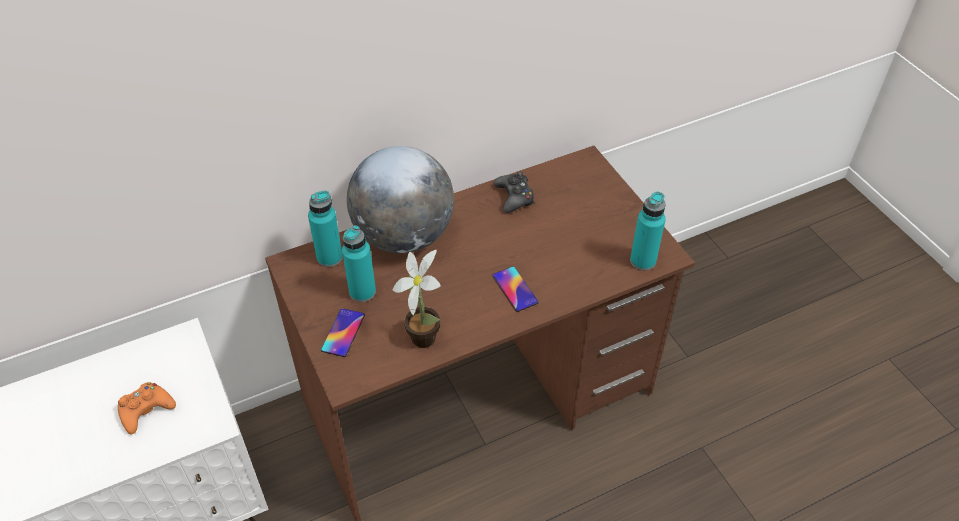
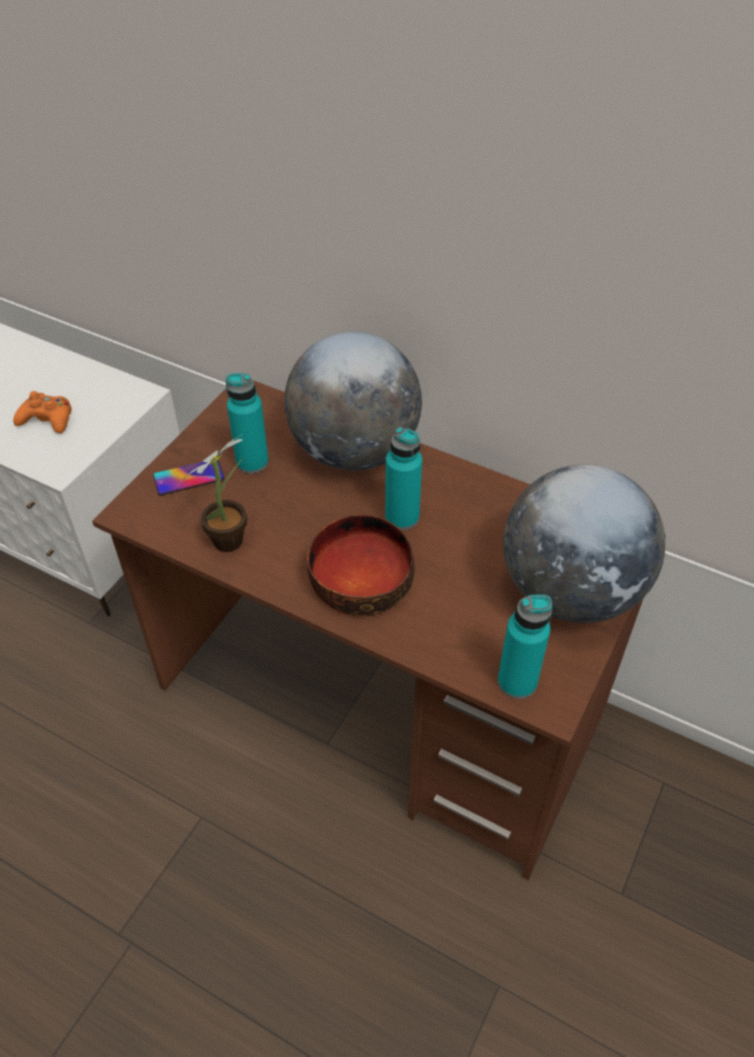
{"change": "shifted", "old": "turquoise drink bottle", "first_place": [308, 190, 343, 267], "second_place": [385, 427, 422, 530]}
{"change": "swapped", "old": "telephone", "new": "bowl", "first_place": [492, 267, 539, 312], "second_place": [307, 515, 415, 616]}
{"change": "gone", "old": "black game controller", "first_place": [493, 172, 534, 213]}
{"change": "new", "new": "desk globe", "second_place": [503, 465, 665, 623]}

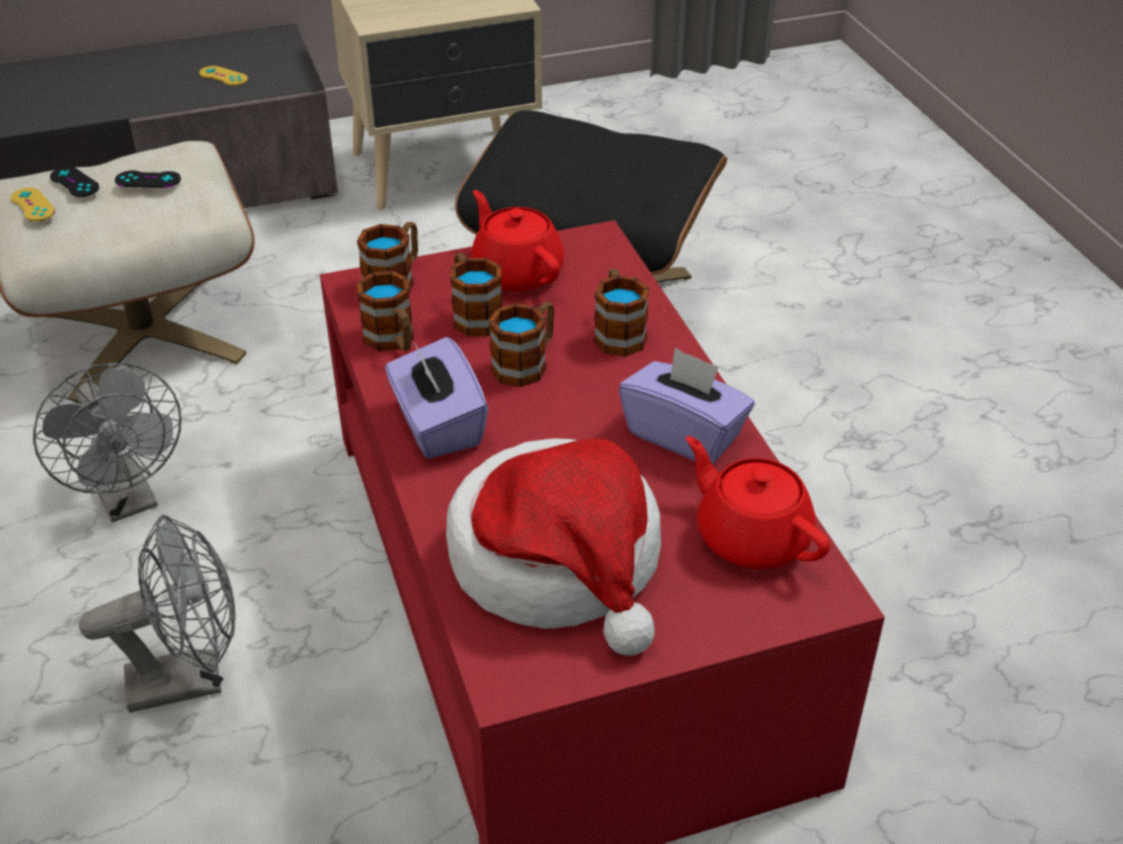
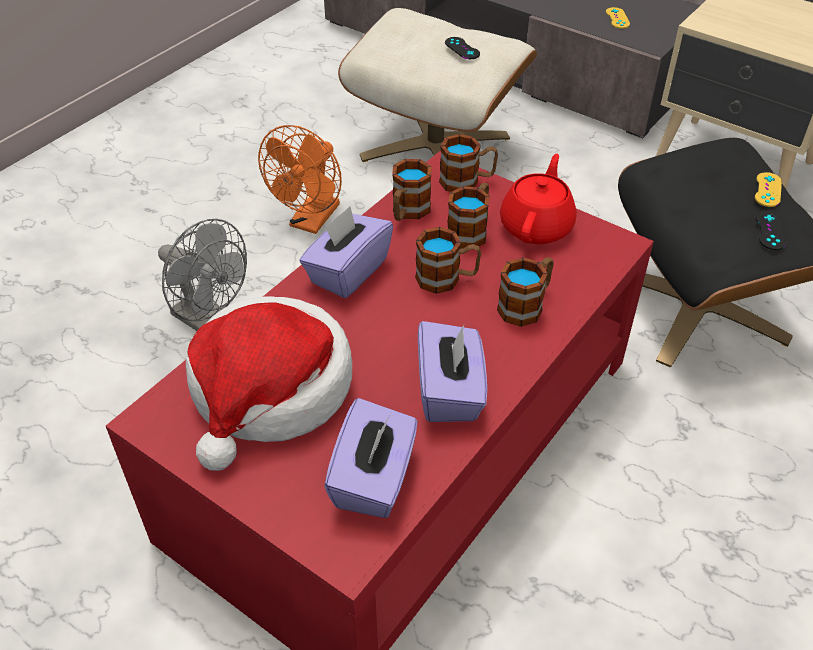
{"change": "shifted", "old": "yellowish game controller", "first_place": [11, 188, 55, 221], "second_place": [755, 172, 782, 207]}
{"change": "repainted", "old": "gray fan", "new": "orange-coloured fan", "first_place": [33, 363, 182, 522], "second_place": [258, 125, 342, 234]}
{"change": "shifted", "old": "black game controller", "first_place": [50, 167, 99, 197], "second_place": [756, 211, 787, 250]}
{"change": "swapped", "old": "red tea pot", "new": "purple-coloured tissue box", "first_place": [686, 436, 830, 569], "second_place": [324, 398, 417, 518]}

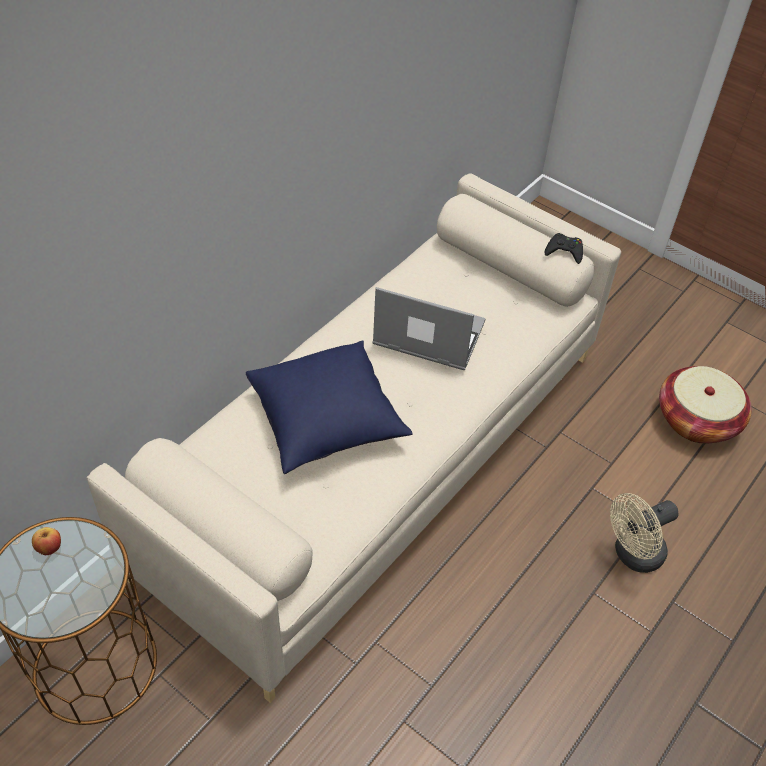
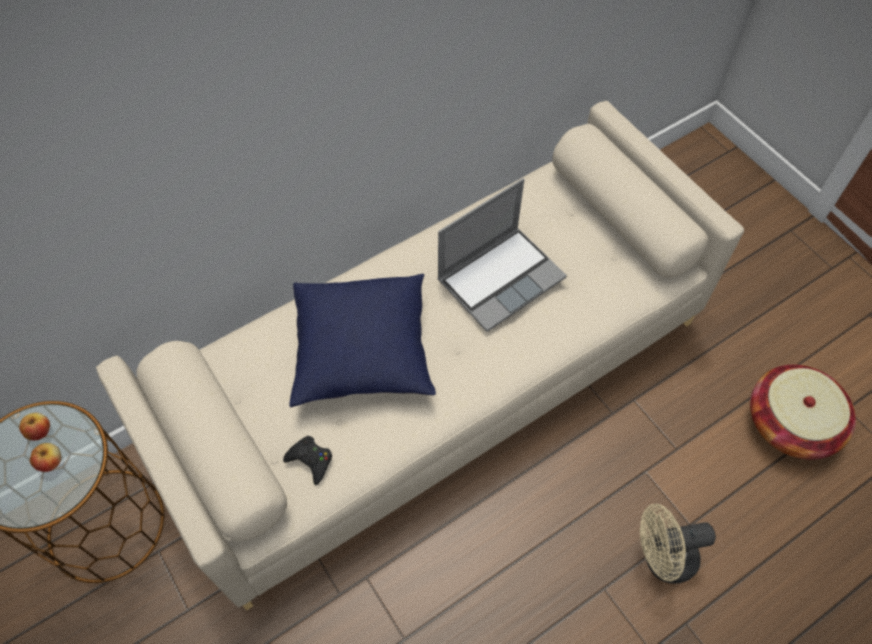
{"change": "rotated", "old": "portable computer", "first_place": [372, 287, 486, 370], "second_place": [437, 178, 567, 332], "degrees": 105}
{"change": "shifted", "old": "black game controller", "first_place": [544, 233, 583, 264], "second_place": [283, 436, 333, 485]}
{"change": "new", "new": "apple fruit", "second_place": [30, 443, 61, 472]}

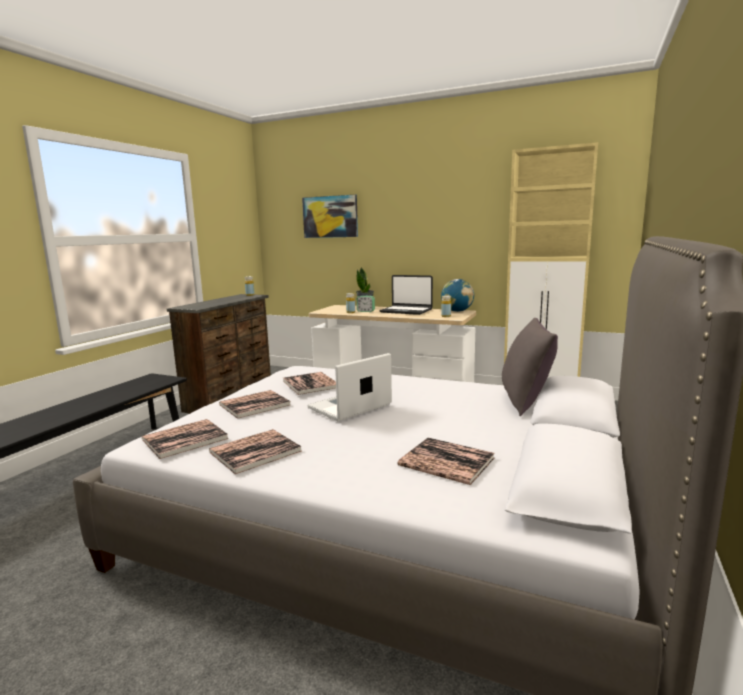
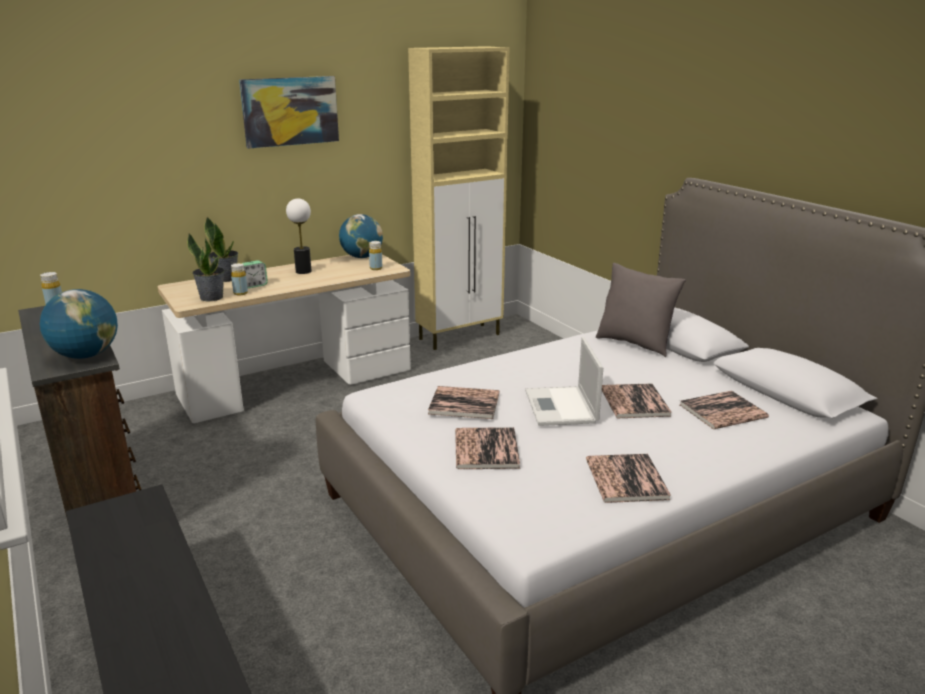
{"change": "shifted", "old": "book", "first_place": [142, 419, 229, 459], "second_place": [602, 383, 671, 418]}
{"change": "shifted", "old": "wall picture", "first_place": [302, 195, 358, 238], "second_place": [239, 76, 339, 149]}
{"change": "swapped", "old": "portable computer", "new": "lamp for a table", "first_place": [380, 275, 433, 315], "second_place": [286, 198, 312, 274]}
{"change": "new", "new": "desk globe", "second_place": [40, 289, 118, 359]}
{"change": "new", "new": "houseplant", "second_place": [187, 233, 224, 301]}

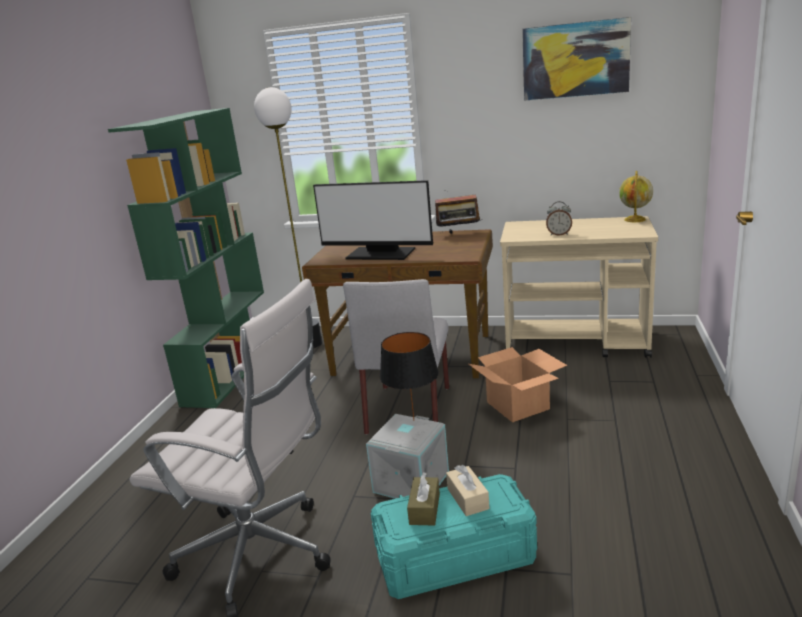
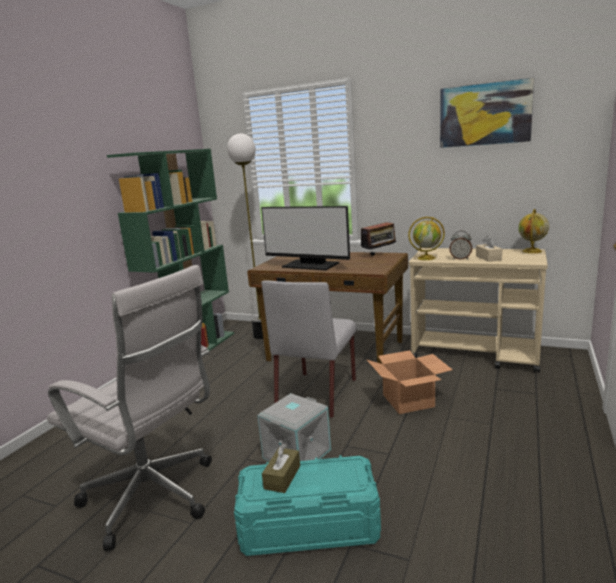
{"change": "gone", "old": "black lamp for a table", "first_place": [380, 332, 439, 420]}
{"change": "rotated", "old": "radio", "first_place": [431, 194, 481, 234], "second_place": [361, 218, 398, 256], "degrees": -45}
{"change": "shifted", "old": "beige-coloured tissue box", "first_place": [446, 465, 490, 516], "second_place": [476, 236, 502, 262]}
{"change": "new", "new": "desk globe", "second_place": [408, 217, 445, 260]}

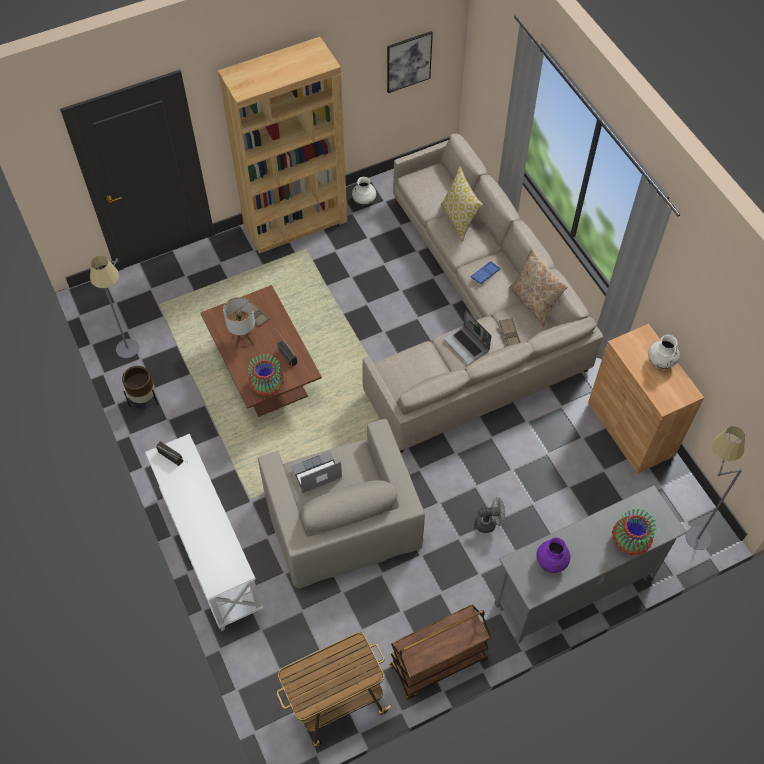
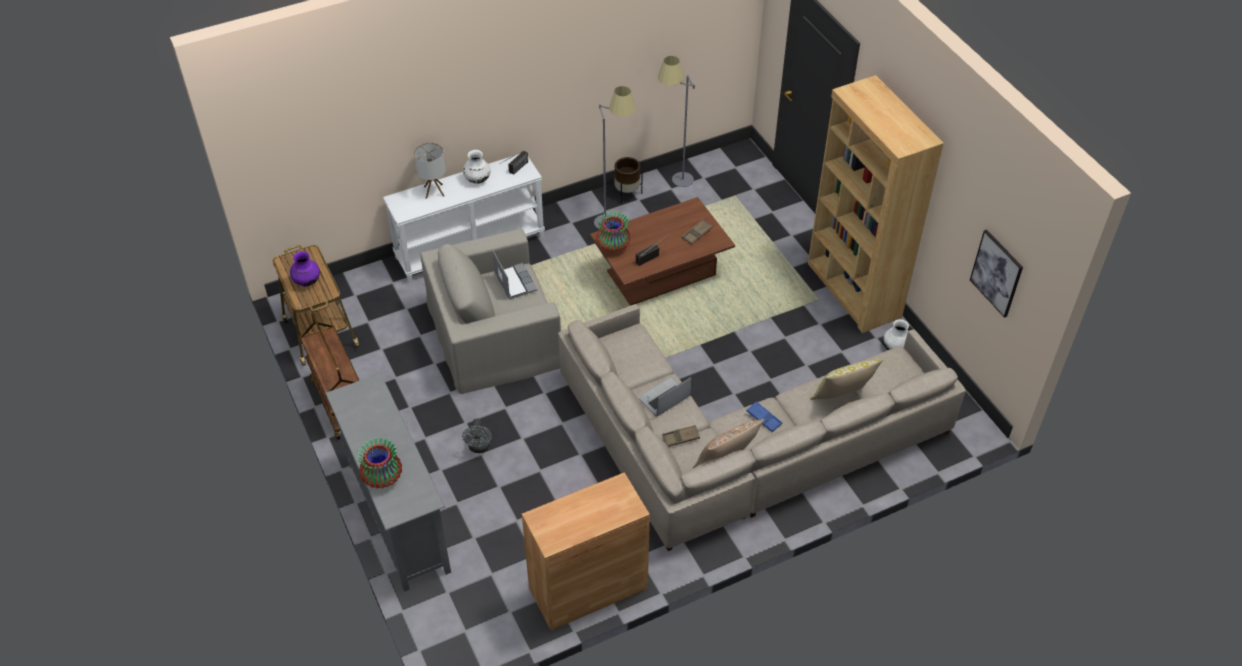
{"change": "shifted", "old": "lamp for a table", "first_place": [223, 297, 255, 348], "second_place": [414, 142, 446, 199]}
{"change": "shifted", "old": "purple-coloured vase", "first_place": [536, 537, 570, 573], "second_place": [290, 251, 320, 287]}
{"change": "shifted", "old": "white-coloured vase", "first_place": [648, 335, 680, 369], "second_place": [463, 150, 490, 184]}
{"change": "shifted", "old": "gray standard lamp", "first_place": [686, 426, 745, 550], "second_place": [594, 86, 636, 229]}

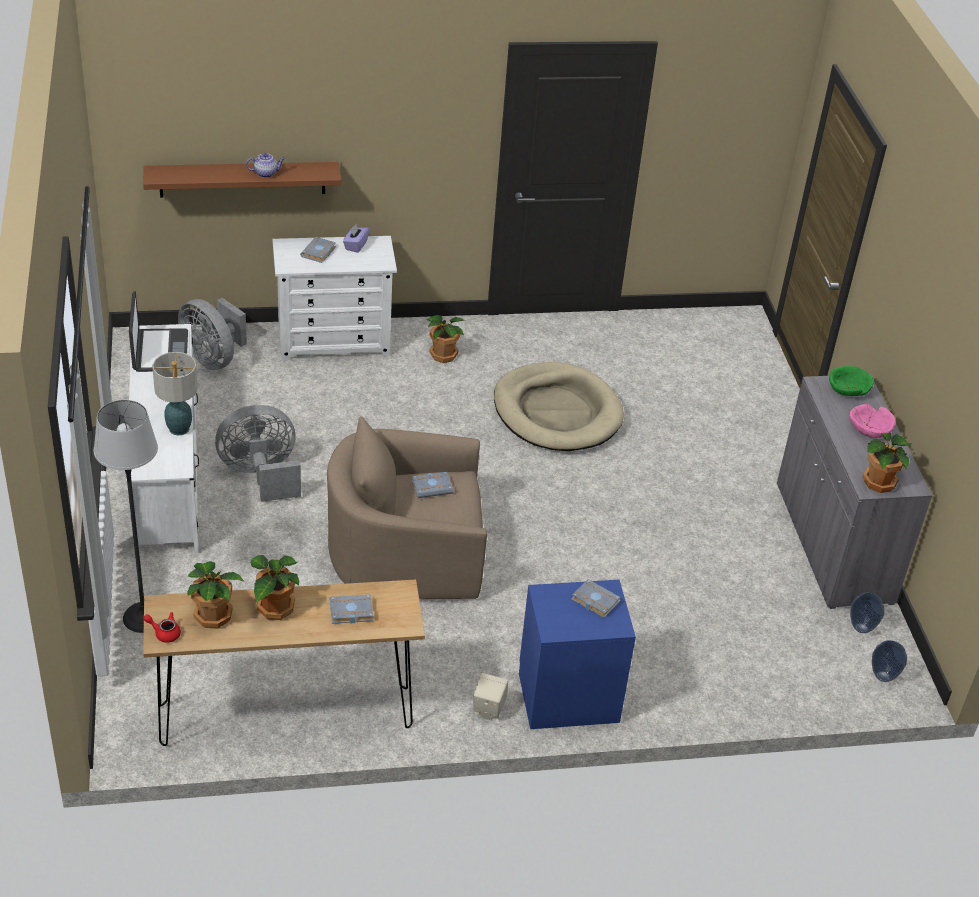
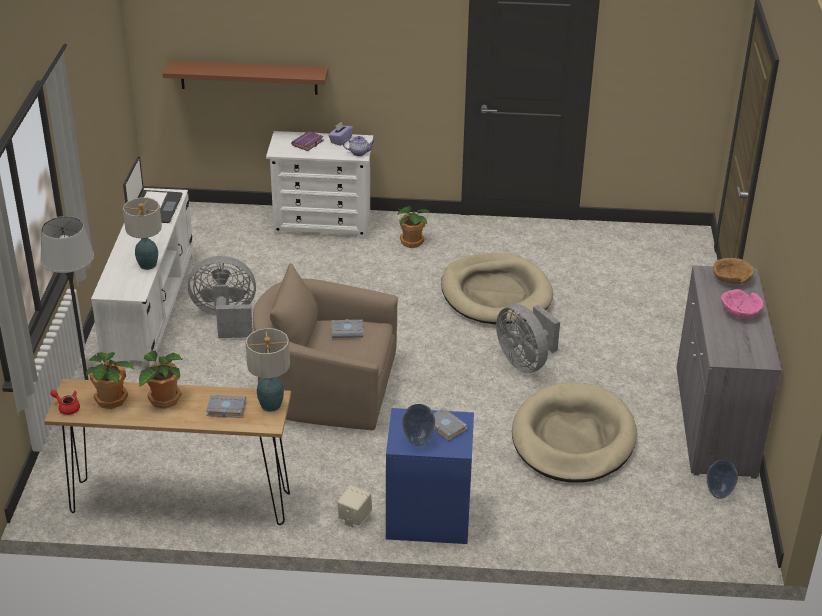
{"change": "shifted", "old": "gray fan", "first_place": [178, 298, 247, 370], "second_place": [496, 304, 560, 373]}
{"change": "shifted", "old": "tea pot", "first_place": [246, 153, 285, 178], "second_place": [343, 136, 375, 156]}
{"change": "repainted", "old": "gray book", "new": "purple-coloured book", "first_place": [300, 237, 336, 263], "second_place": [291, 131, 324, 151]}
{"change": "repainted", "old": "green bowl", "new": "brown-coloured bowl", "first_place": [829, 366, 874, 396], "second_place": [713, 258, 755, 284]}
{"change": "gone", "old": "houseplant", "first_place": [862, 433, 910, 493]}
{"change": "shifted", "old": "vase", "first_place": [872, 640, 907, 682], "second_place": [402, 404, 435, 446]}
{"change": "new", "new": "lamp for a table", "second_place": [246, 328, 290, 412]}
{"change": "new", "new": "beige-coloured pet bed", "second_place": [512, 383, 637, 483]}

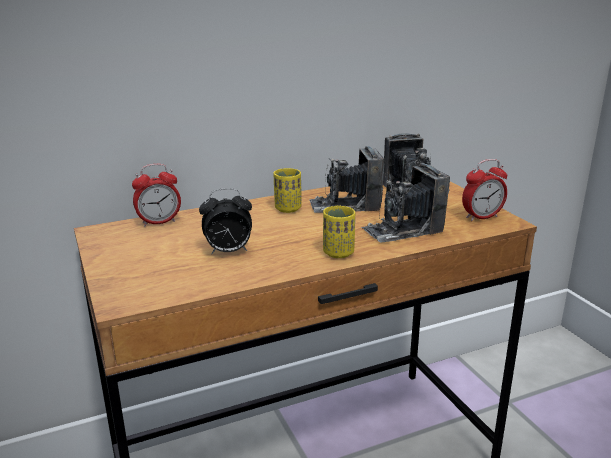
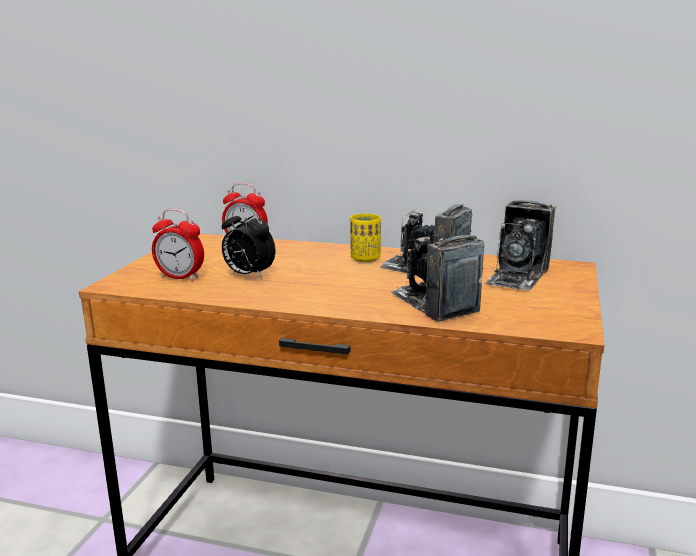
{"change": "gone", "old": "yellowish drinking cup", "first_place": [323, 206, 355, 258]}
{"change": "rotated", "old": "still camera", "first_place": [361, 163, 450, 243], "second_place": [391, 235, 484, 322], "degrees": 45}
{"change": "shifted", "old": "bedside clock", "first_place": [462, 159, 507, 221], "second_place": [152, 209, 204, 281]}

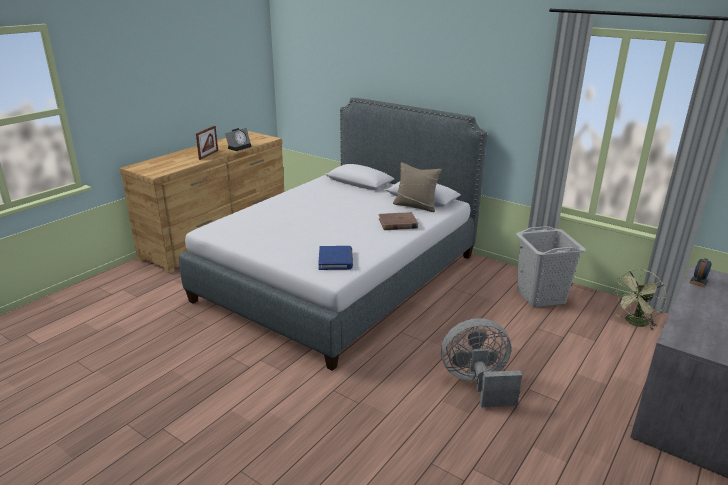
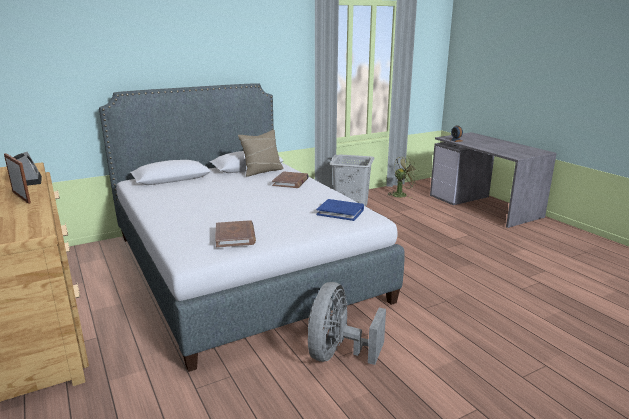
{"change": "shifted", "old": "gray fan", "first_place": [441, 318, 522, 407], "second_place": [308, 282, 386, 365]}
{"change": "rotated", "old": "green fan", "first_place": [613, 269, 667, 330], "second_place": [388, 156, 418, 198], "degrees": -105}
{"change": "new", "new": "brown-coloured book", "second_place": [216, 220, 256, 248]}

